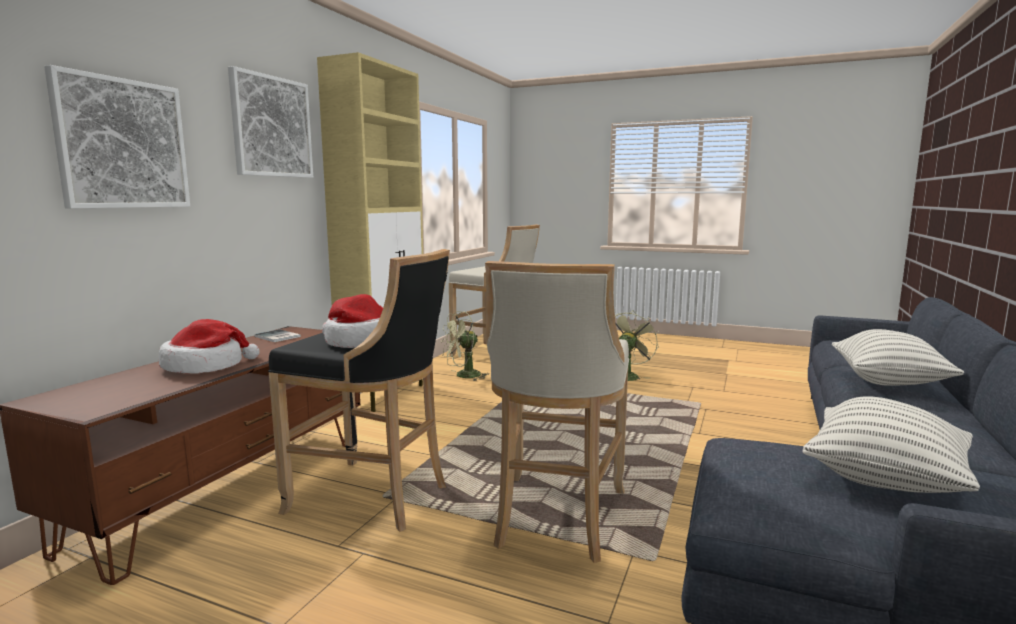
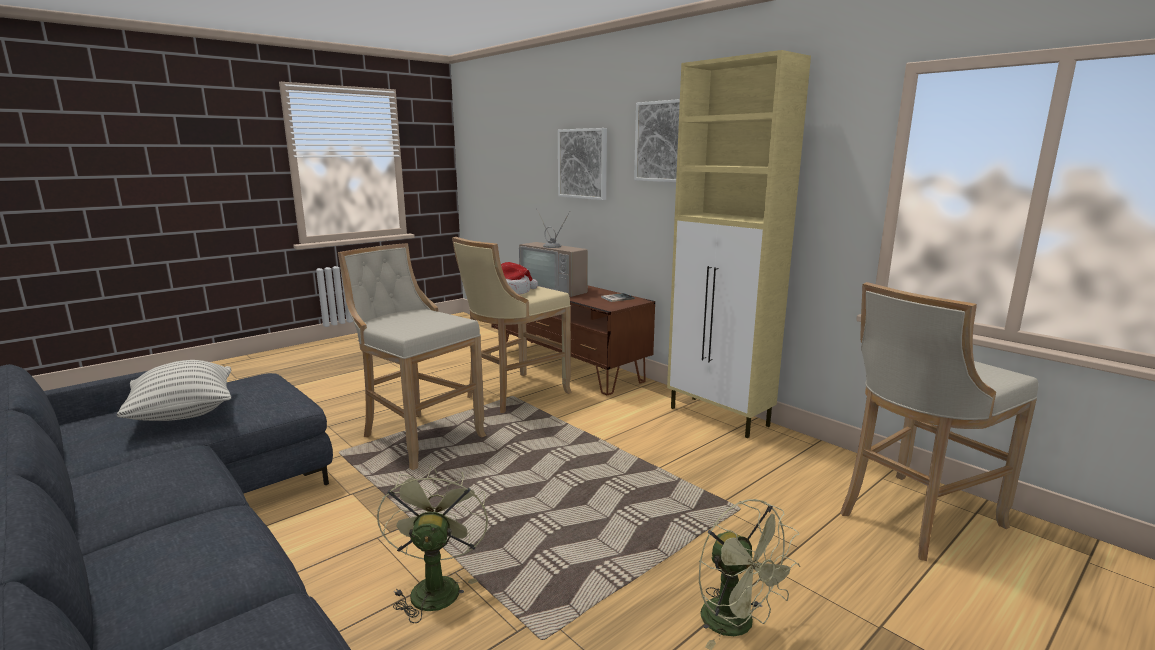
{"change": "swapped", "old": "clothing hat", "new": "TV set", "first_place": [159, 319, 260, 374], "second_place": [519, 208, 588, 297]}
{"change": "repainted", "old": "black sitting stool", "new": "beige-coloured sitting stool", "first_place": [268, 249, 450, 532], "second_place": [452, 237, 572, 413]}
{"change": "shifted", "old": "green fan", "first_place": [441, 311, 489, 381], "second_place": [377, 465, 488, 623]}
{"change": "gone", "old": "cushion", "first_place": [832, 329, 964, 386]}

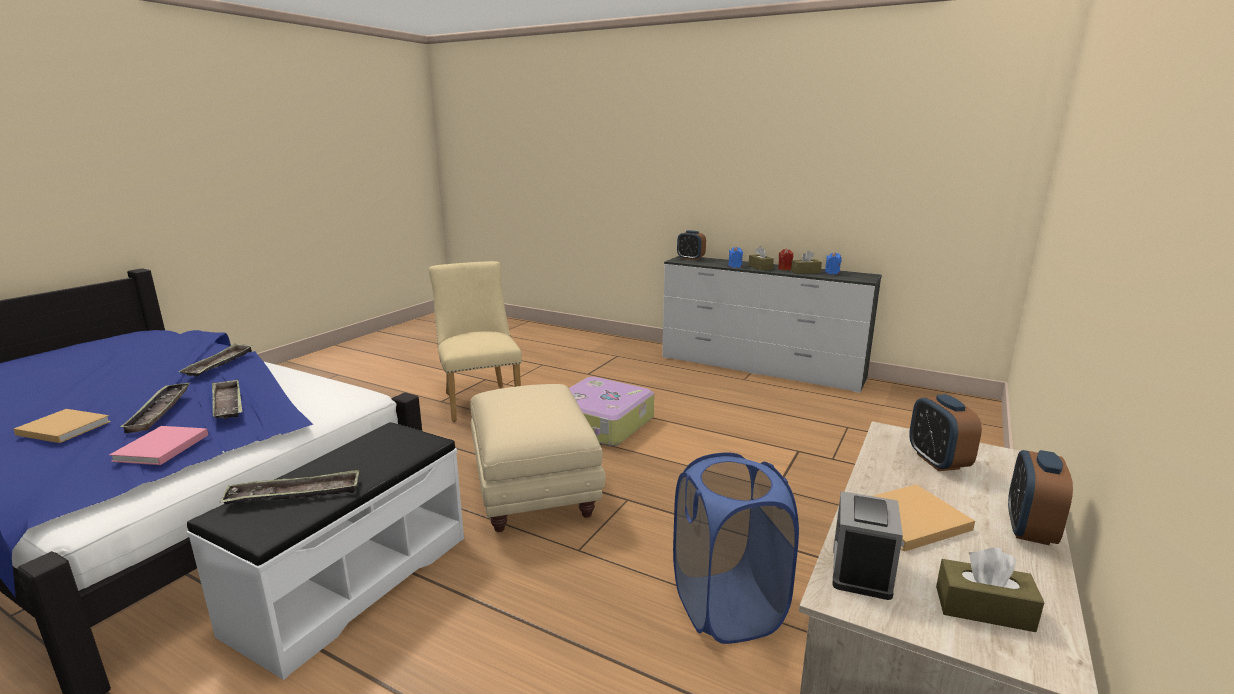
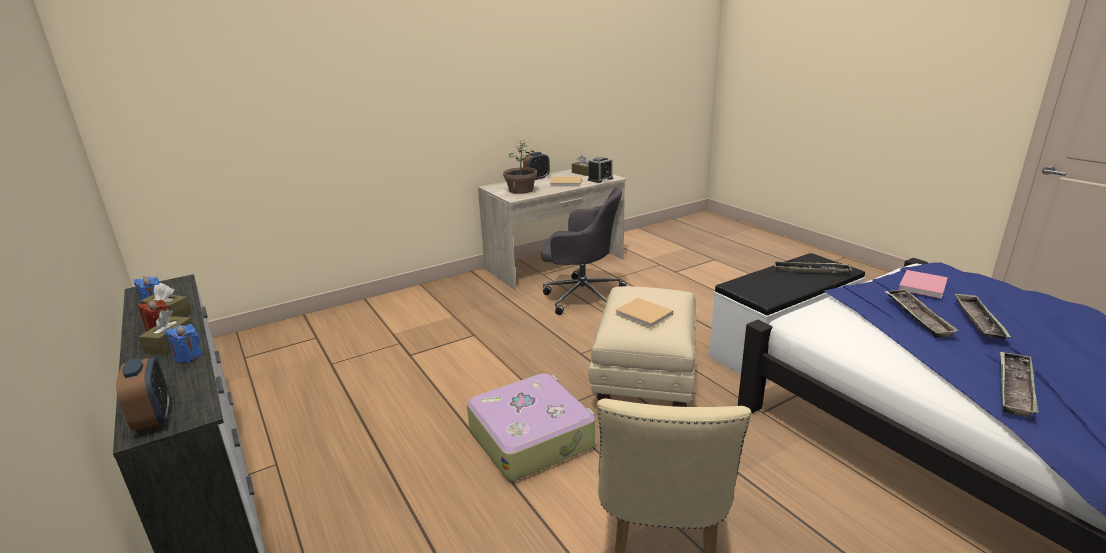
{"change": "shifted", "old": "beige-coloured book", "first_place": [13, 409, 111, 443], "second_place": [615, 298, 673, 328]}
{"change": "swapped", "old": "blue-coloured washing basket", "new": "gray desk chair", "first_place": [673, 452, 799, 644], "second_place": [541, 187, 627, 315]}
{"change": "swapped", "old": "bedside clock", "new": "houseplant", "first_place": [909, 394, 982, 471], "second_place": [503, 140, 537, 194]}

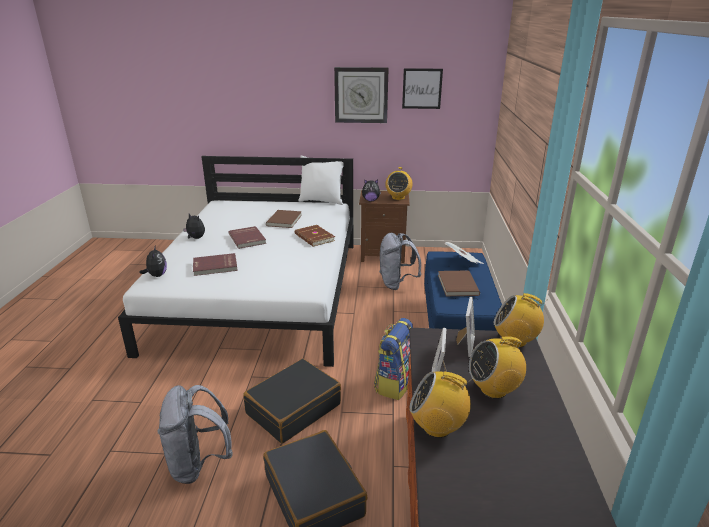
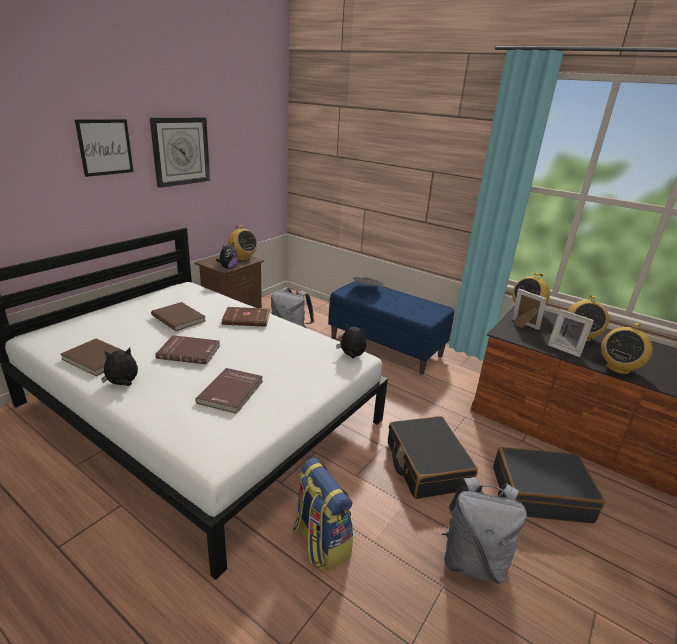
{"change": "shifted", "old": "soft toy", "first_place": [140, 247, 167, 277], "second_place": [336, 324, 366, 359]}
{"change": "gone", "old": "white-coloured cushion", "first_place": [298, 156, 344, 205]}
{"change": "shifted", "old": "knapsack", "first_place": [374, 318, 413, 400], "second_place": [293, 458, 353, 572]}
{"change": "shifted", "old": "wall picture", "first_place": [402, 68, 443, 109], "second_place": [75, 119, 133, 177]}
{"change": "shifted", "old": "brown-coloured book", "first_place": [438, 270, 480, 296], "second_place": [61, 339, 132, 376]}

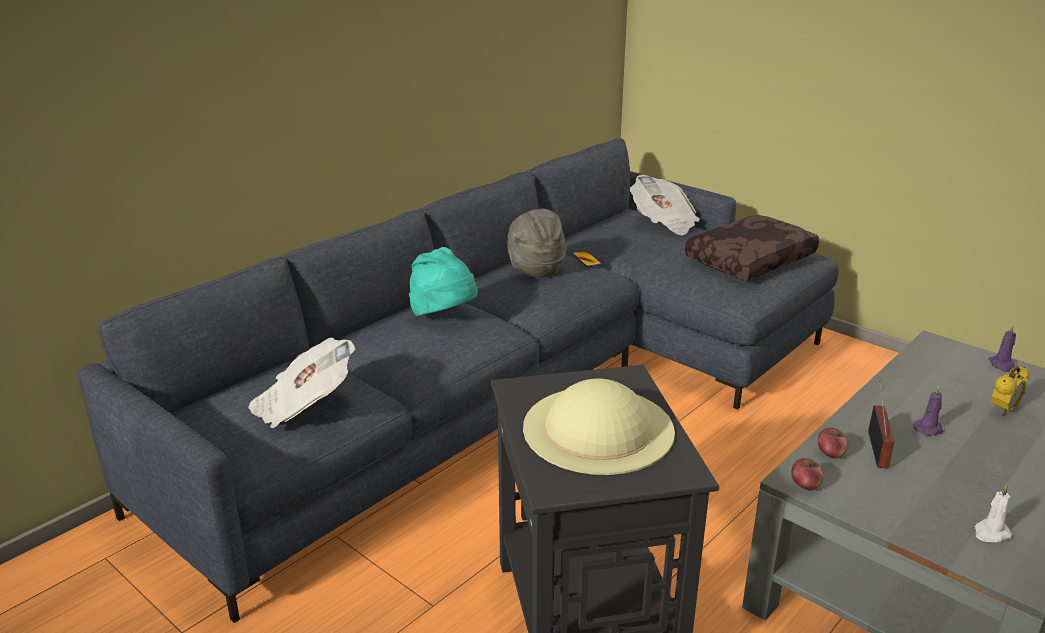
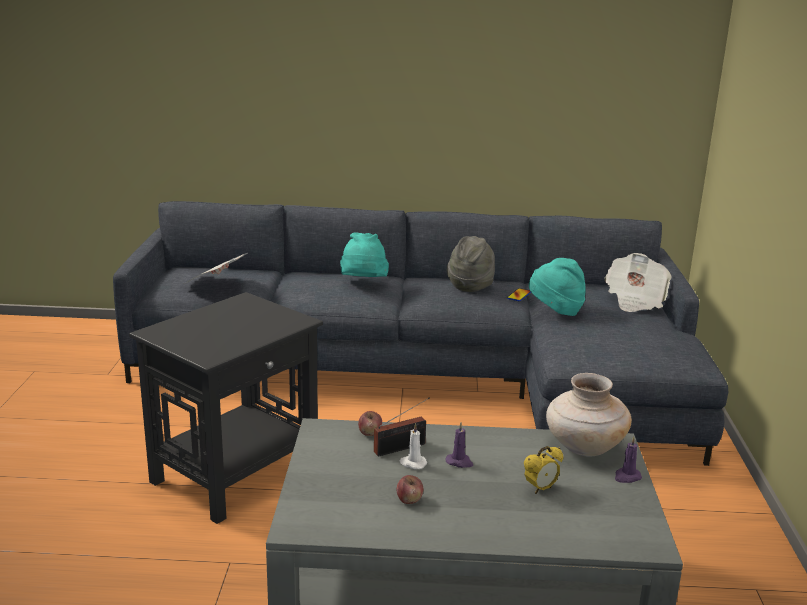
{"change": "gone", "old": "beige-coloured clothing hat", "first_place": [523, 379, 675, 475]}
{"change": "gone", "old": "brown-coloured cushion", "first_place": [685, 214, 819, 281]}
{"change": "shifted", "old": "apple fruit", "first_place": [791, 458, 824, 490], "second_place": [397, 475, 423, 504]}
{"change": "shifted", "old": "white-coloured wax light", "first_place": [975, 484, 1012, 542], "second_place": [399, 423, 427, 469]}
{"change": "rotated", "old": "bedside clock", "first_place": [992, 366, 1030, 416], "second_place": [524, 446, 563, 494], "degrees": -45}
{"change": "new", "new": "turquoise clothing hat", "second_place": [529, 258, 586, 316]}
{"change": "new", "new": "beige-coloured vase", "second_place": [546, 373, 632, 456]}

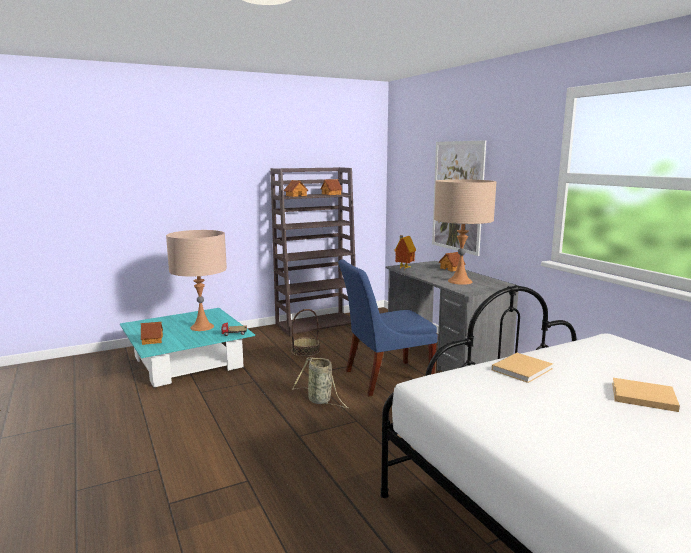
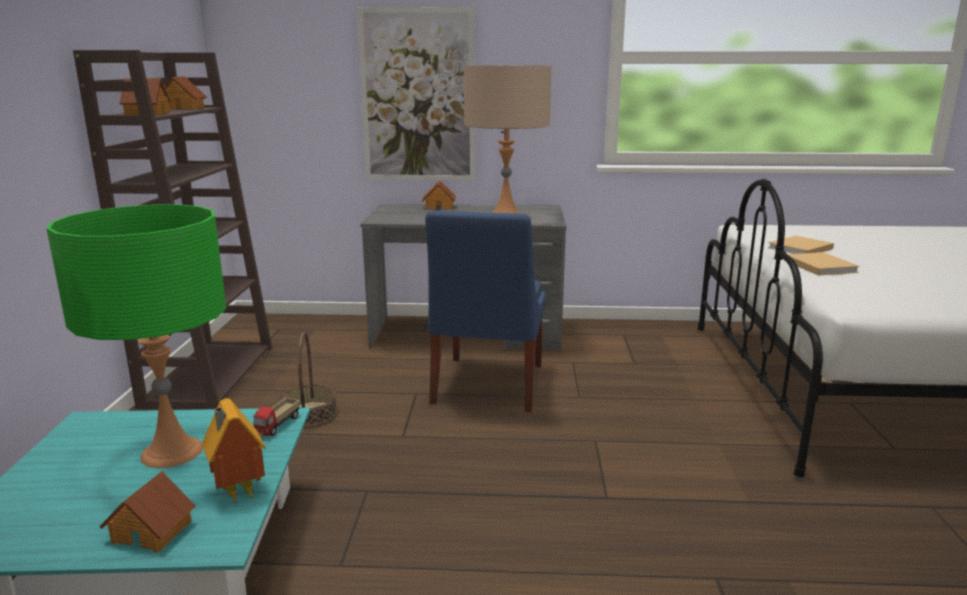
{"change": "repainted", "old": "beige-coloured lamp for a table", "new": "green lamp for a table", "first_place": [166, 230, 227, 331], "second_place": [46, 205, 227, 468]}
{"change": "gone", "old": "basket", "first_place": [292, 357, 348, 408]}
{"change": "shifted", "old": "model house", "first_place": [394, 235, 416, 270], "second_place": [202, 399, 266, 504]}
{"change": "shifted", "old": "beige-coloured book", "first_place": [612, 378, 680, 412], "second_place": [768, 236, 834, 254]}

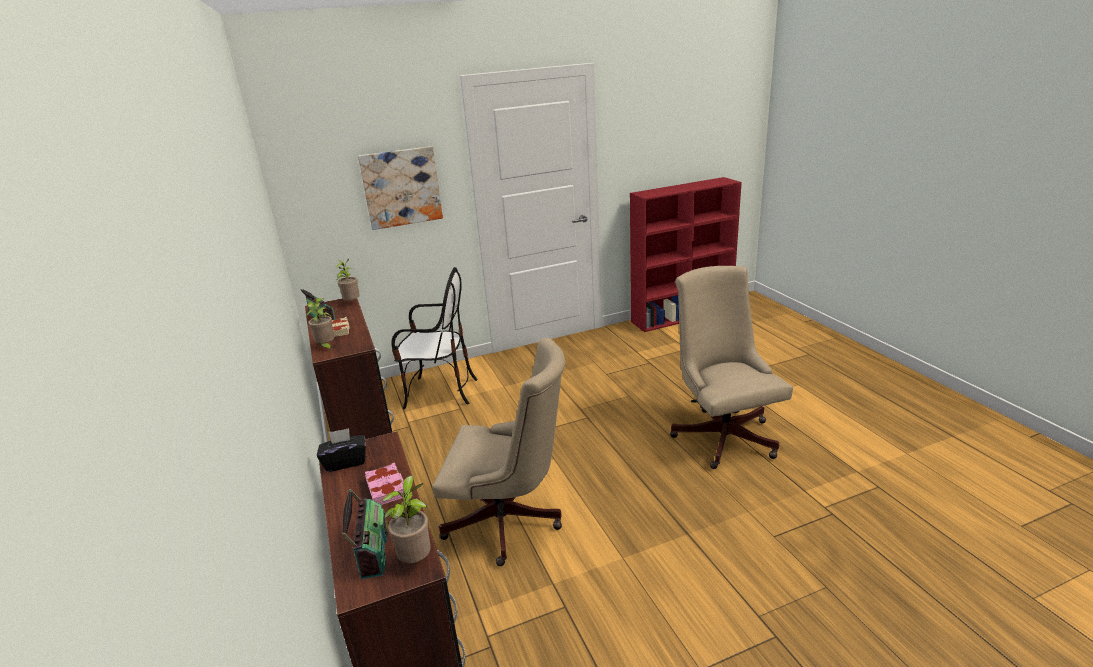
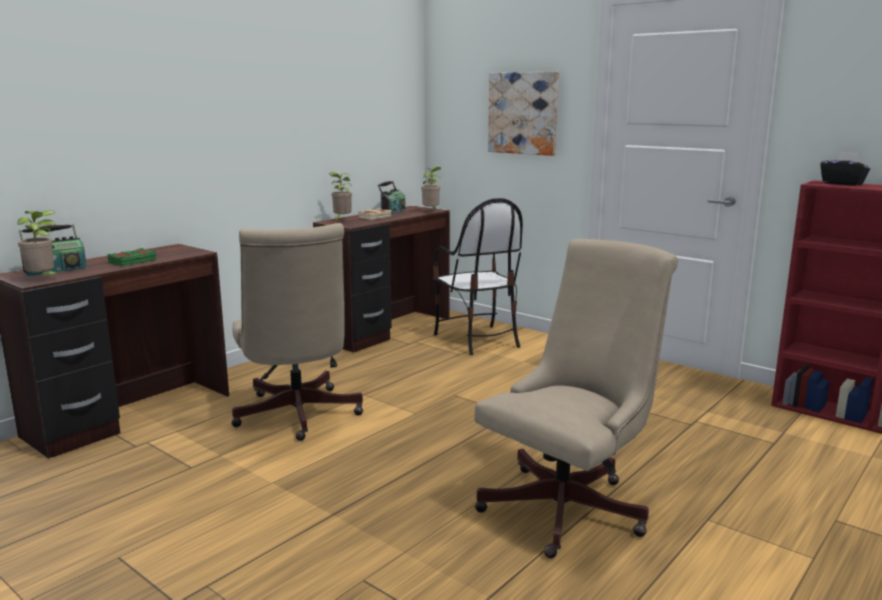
{"change": "shifted", "old": "black tissue box", "first_place": [317, 428, 366, 472], "second_place": [820, 152, 870, 186]}
{"change": "repainted", "old": "pink-coloured book", "new": "green book", "first_place": [365, 463, 404, 505], "second_place": [107, 248, 157, 266]}

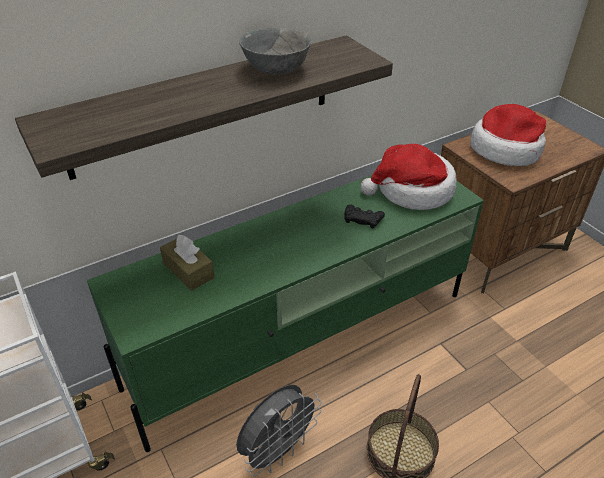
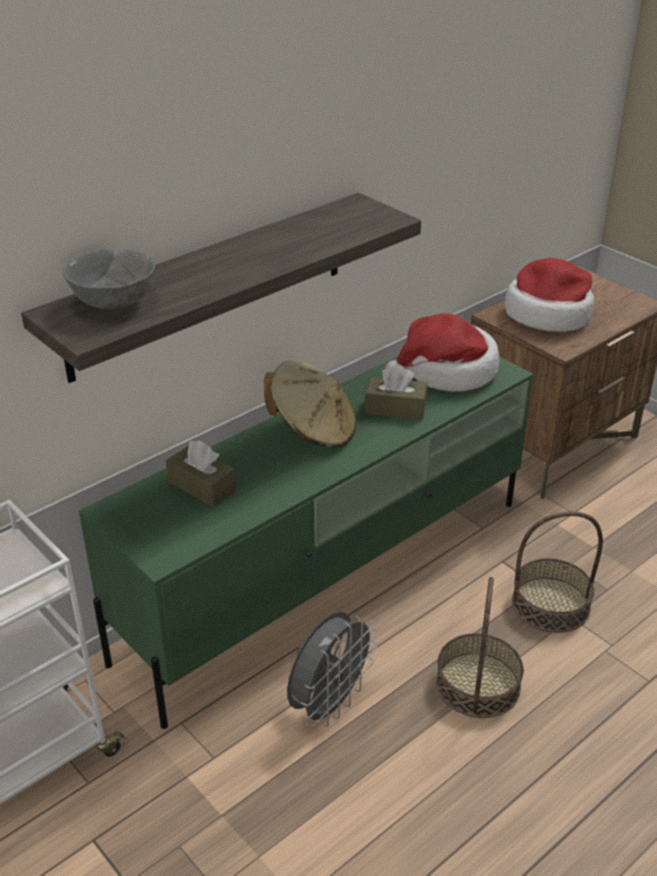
{"change": "shifted", "old": "gray bowl", "first_place": [239, 27, 312, 74], "second_place": [62, 249, 155, 309]}
{"change": "swapped", "old": "black game controller", "new": "brown-coloured tissue box", "first_place": [344, 204, 385, 228], "second_place": [365, 365, 427, 420]}
{"change": "new", "new": "beige-coloured clothing hat", "second_place": [264, 361, 356, 448]}
{"change": "new", "new": "basket", "second_place": [512, 511, 603, 633]}

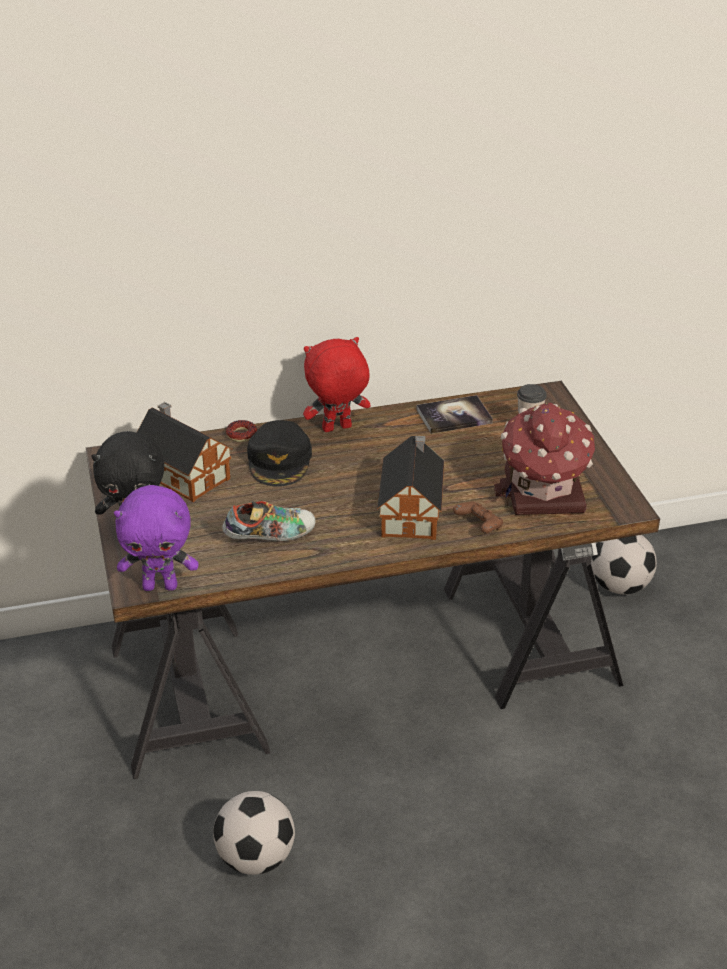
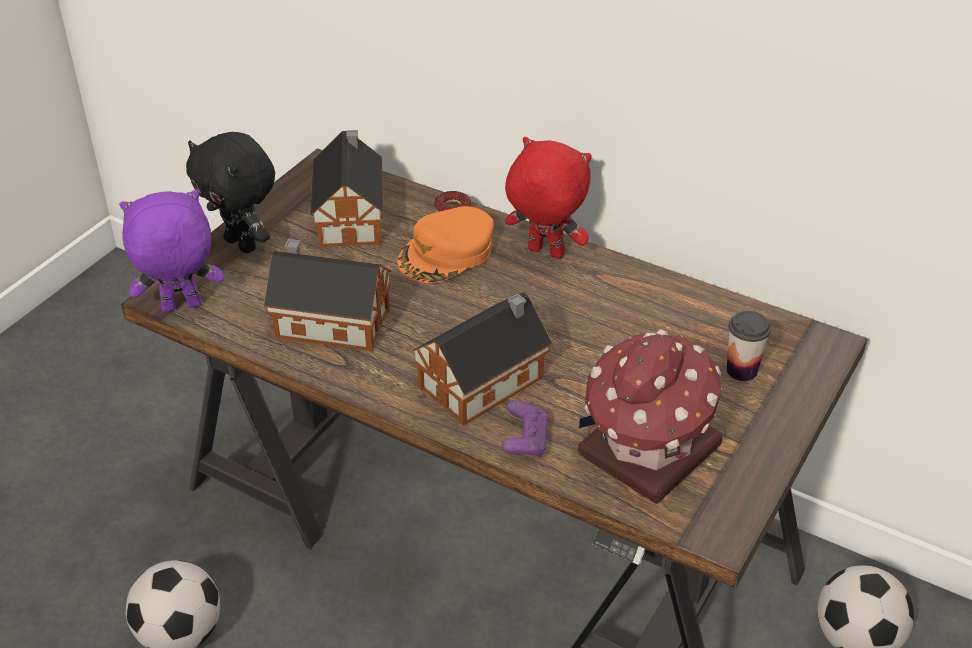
{"change": "rotated", "old": "purple-coloured soft toy", "first_place": [114, 485, 198, 591], "second_place": [119, 190, 224, 312], "degrees": 120}
{"change": "swapped", "old": "shoe", "new": "model house", "first_place": [223, 501, 316, 542], "second_place": [264, 239, 391, 351]}
{"change": "repainted", "old": "black baseball cap", "new": "orange-coloured baseball cap", "first_place": [247, 420, 312, 487], "second_place": [397, 206, 494, 283]}
{"change": "gone", "old": "book", "first_place": [416, 395, 493, 434]}
{"change": "repainted", "old": "brown-coloured game controller", "new": "purple-coloured game controller", "first_place": [453, 501, 503, 533], "second_place": [502, 401, 549, 458]}

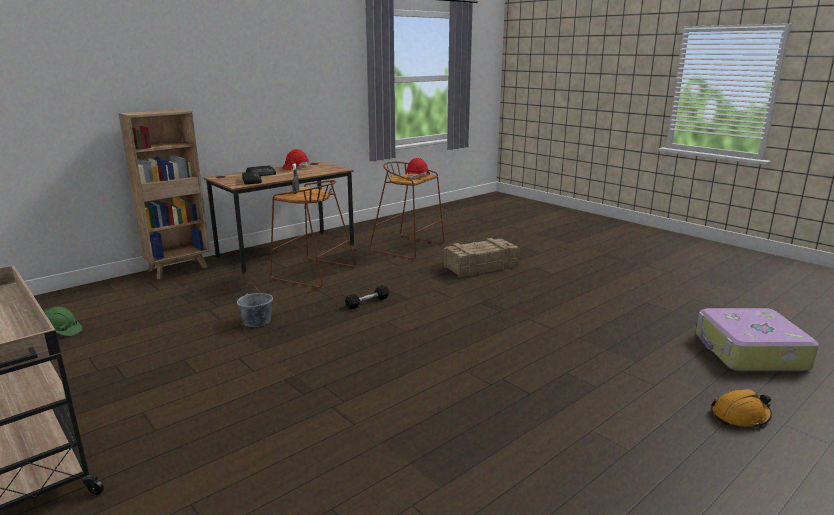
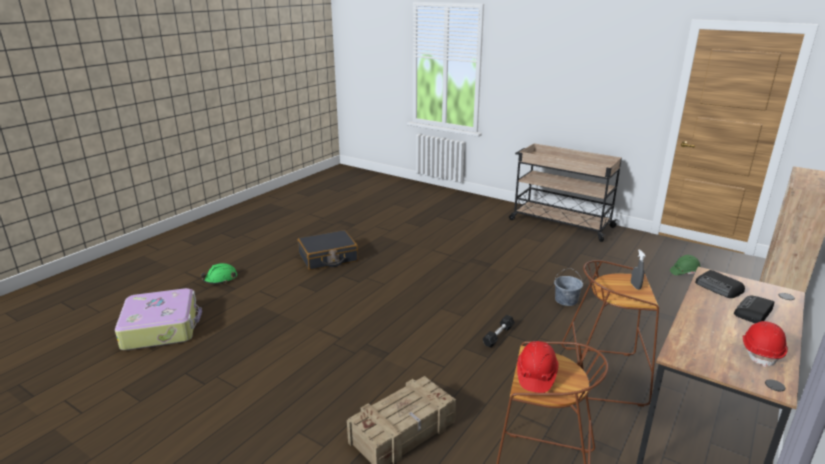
{"change": "repainted", "old": "orange-coloured hard hat", "new": "green hard hat", "first_place": [711, 389, 772, 429], "second_place": [200, 263, 237, 284]}
{"change": "new", "new": "black travel case", "second_place": [298, 230, 358, 270]}

